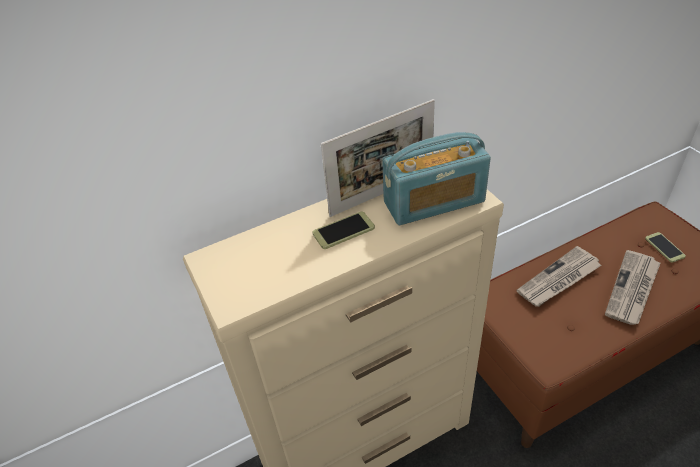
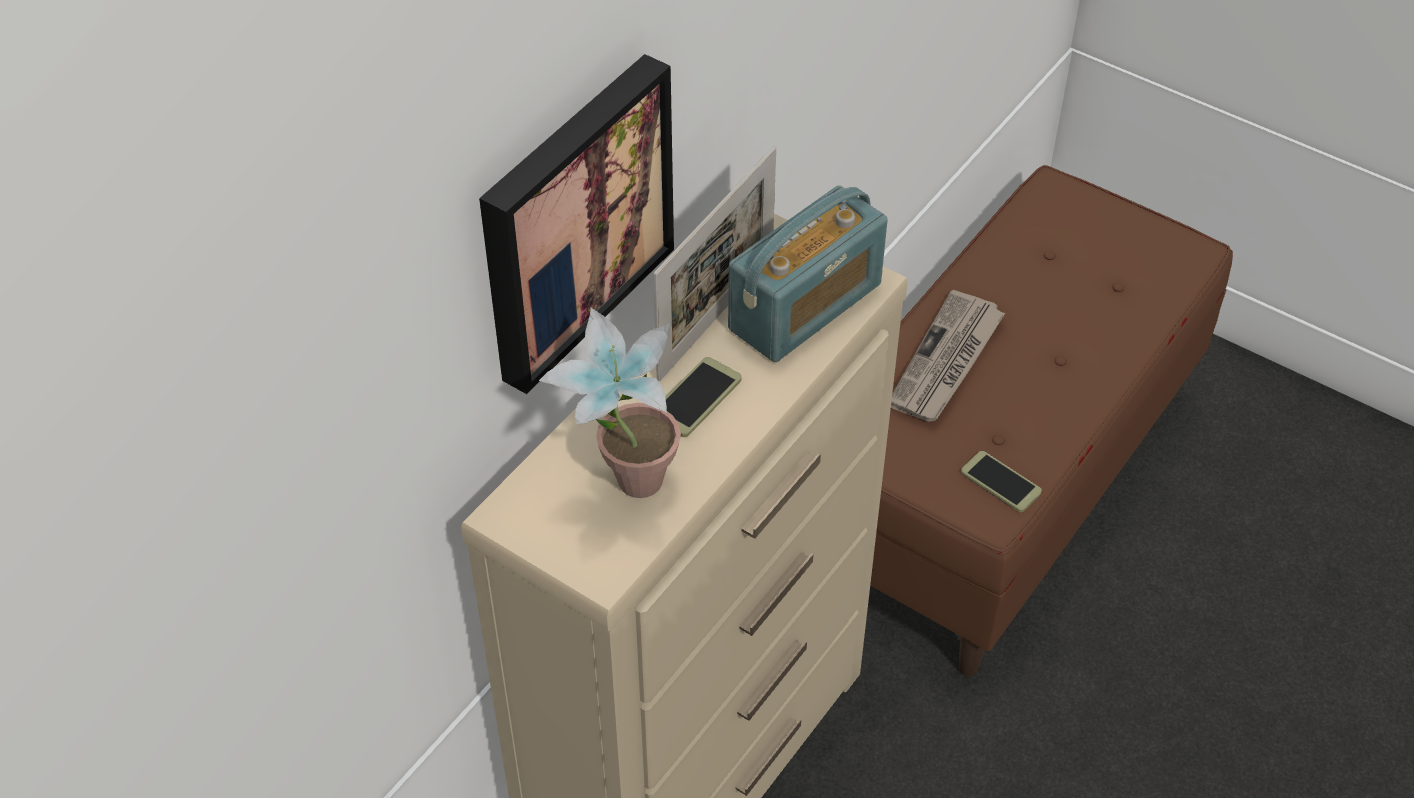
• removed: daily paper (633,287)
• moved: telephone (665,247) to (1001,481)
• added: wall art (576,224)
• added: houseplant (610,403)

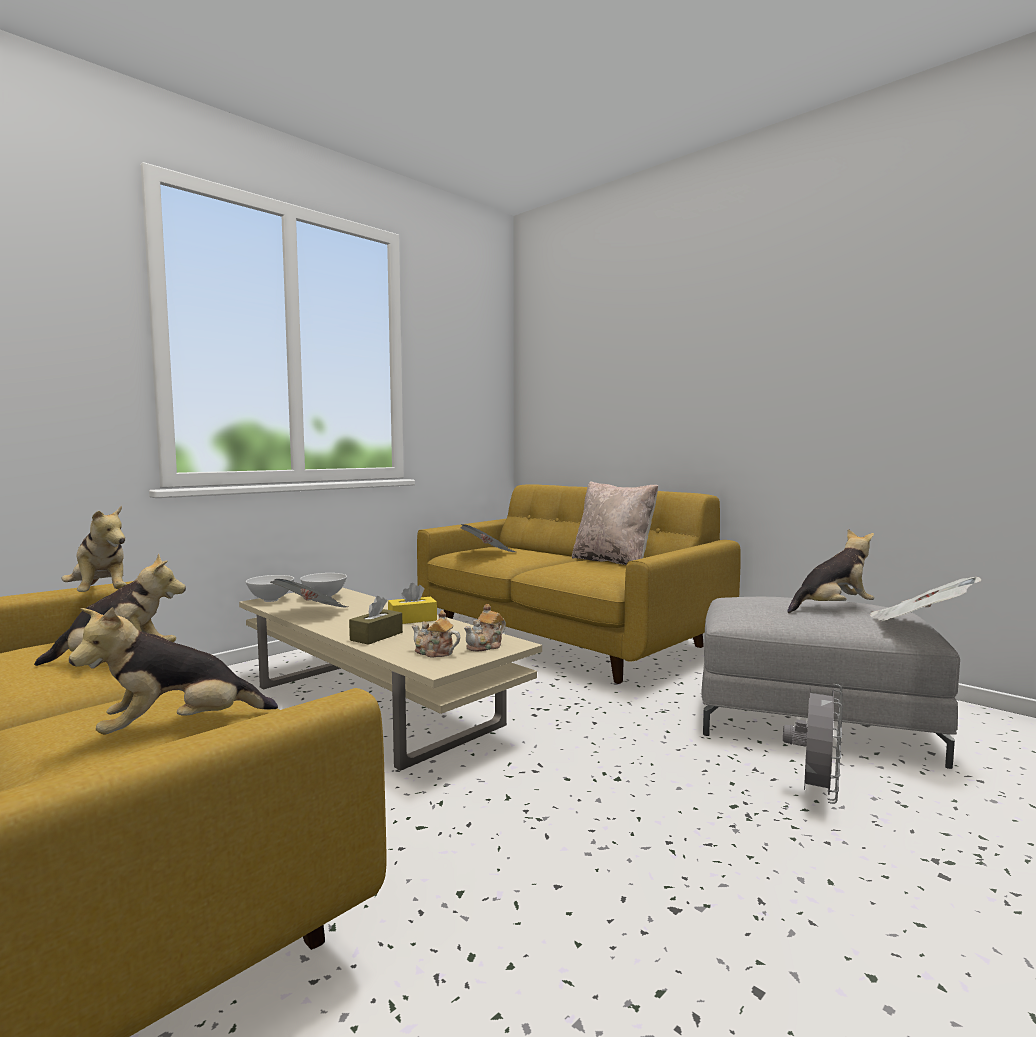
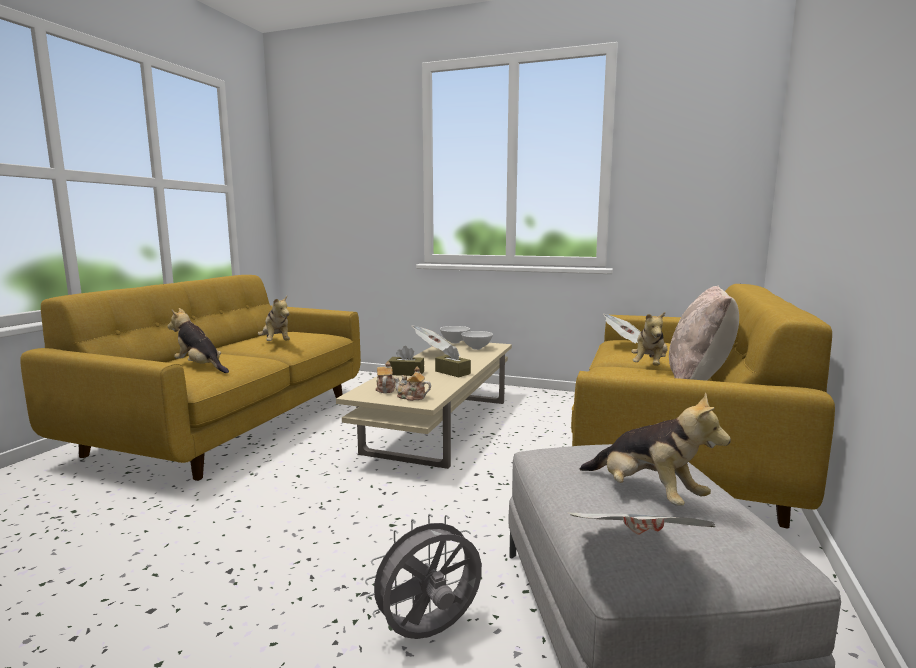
• moved: soft toy (94,548) to (649,339)
• recoloured: yellow tissue box (412,603) to brown-coloured tissue box (453,361)
• turned: grey fan (813,744) = (423,576) 150 degrees clockwise

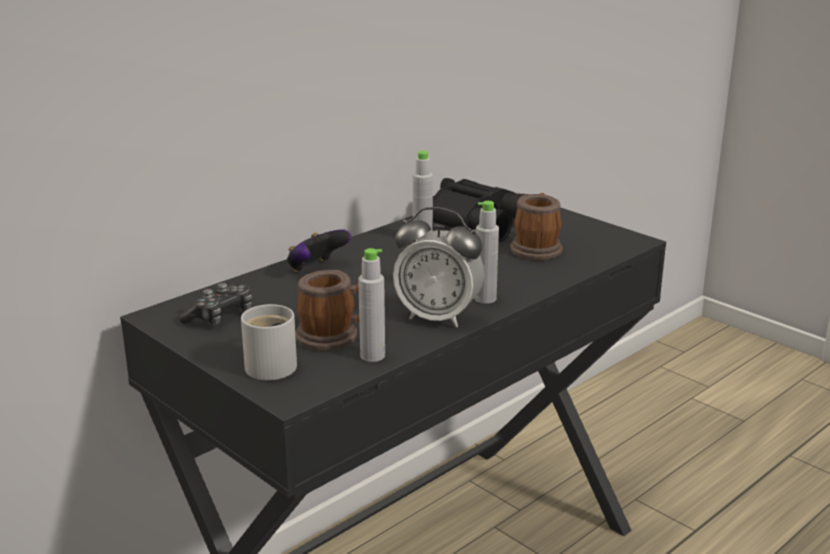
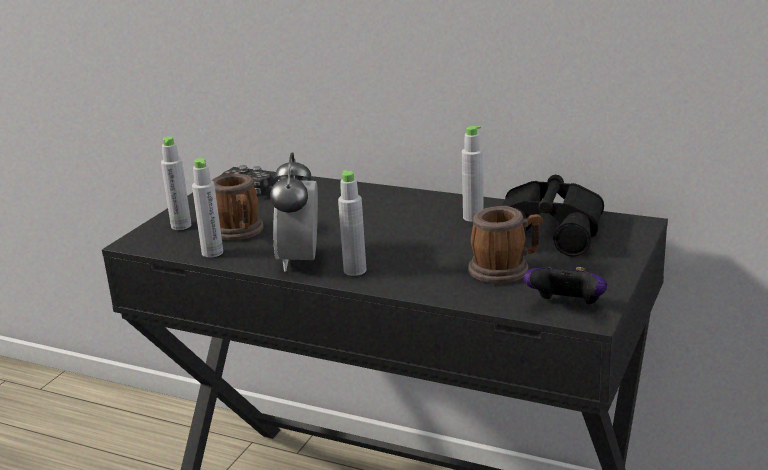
• replaced: whitish coffee mug (269,342) to grey bottle (176,183)
• moved: joypad (319,250) to (565,286)

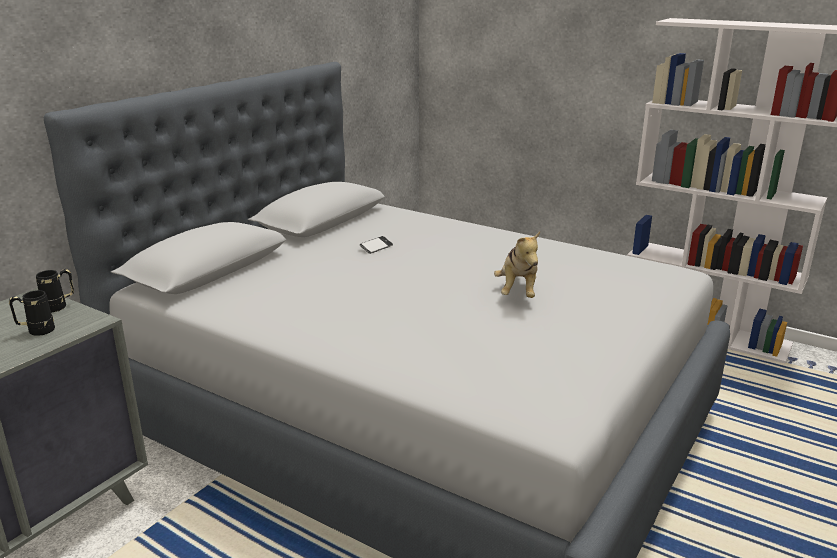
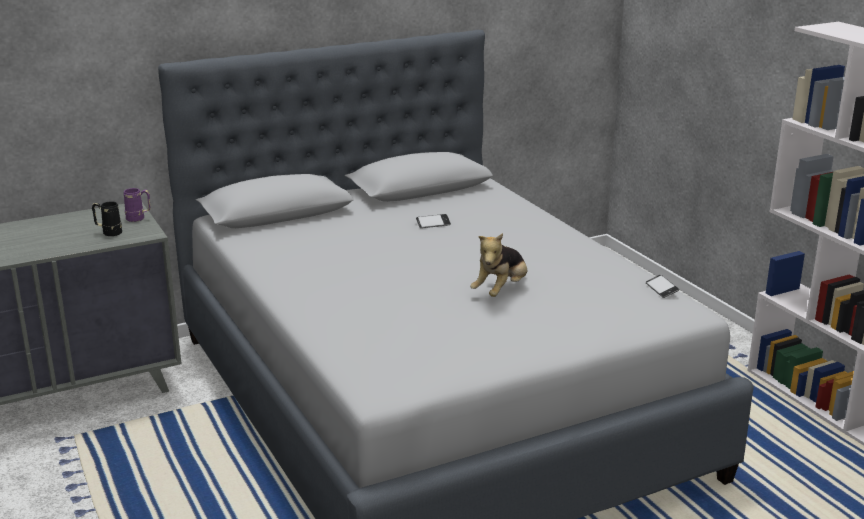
• recoloured: blackish coffee mug (55,290) to purple coffee mug (137,205)
• added: telephone (662,286)

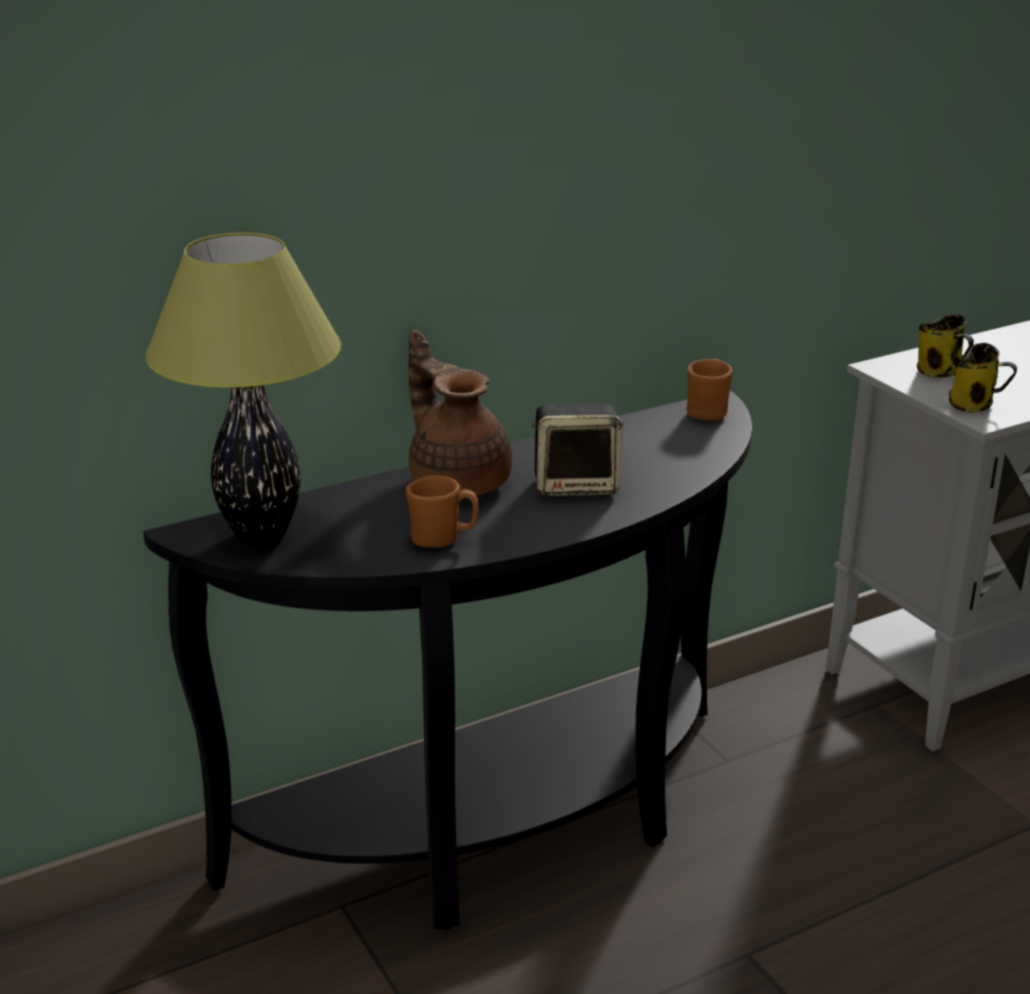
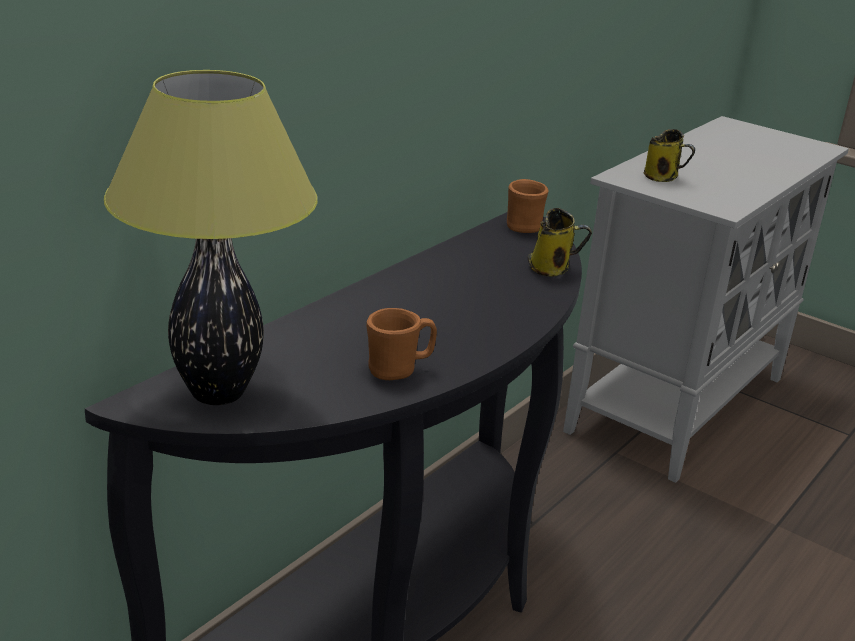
• removed: brown-coloured teapot (460,413)
• removed: speaker (578,450)
• moved: coffee mug (983,378) to (560,242)

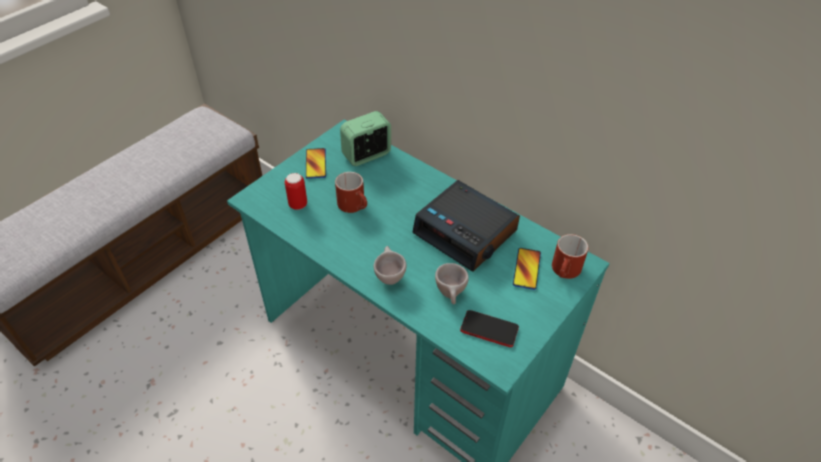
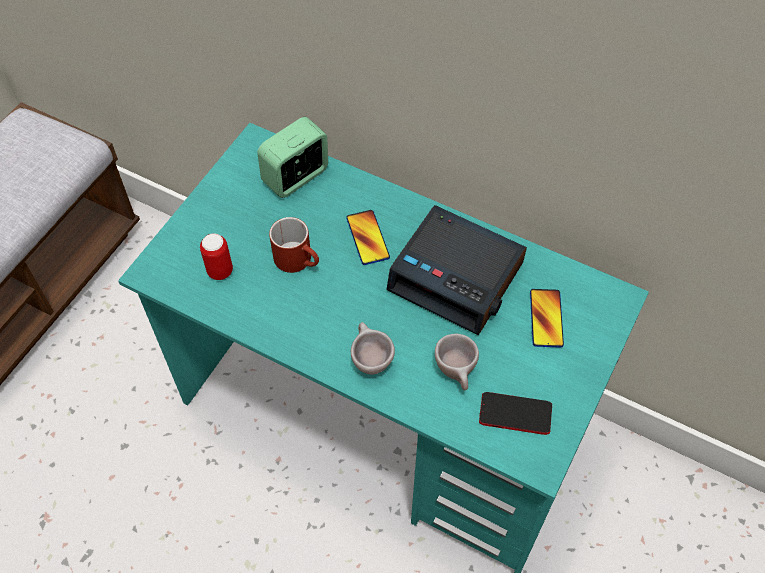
• moved: telephone (316,163) to (368,237)
• removed: reddish coffee mug (570,256)

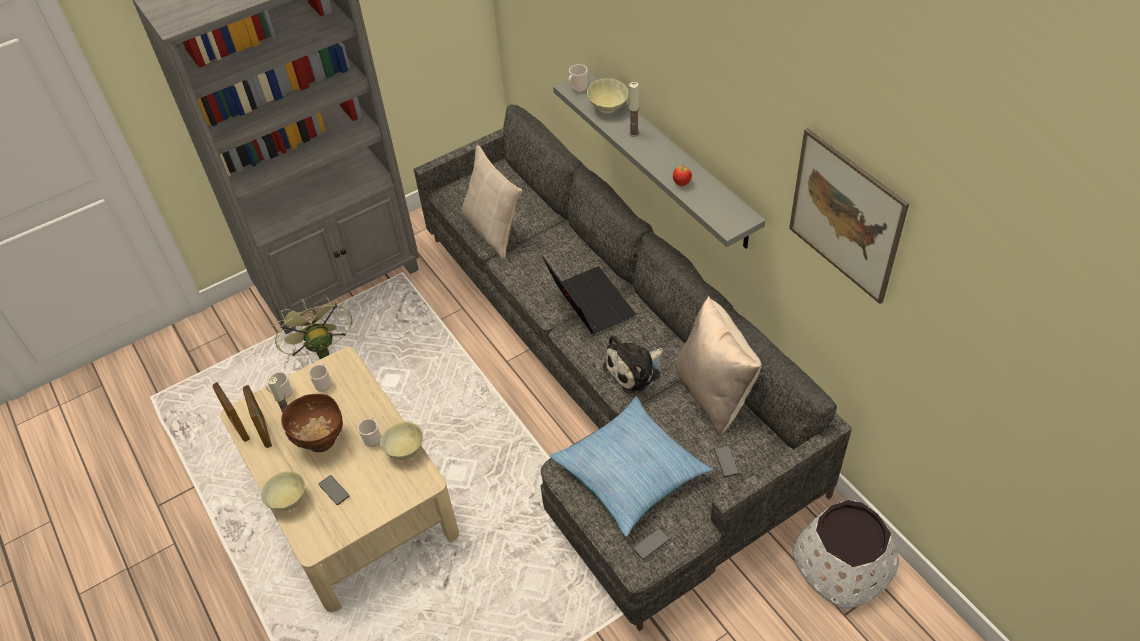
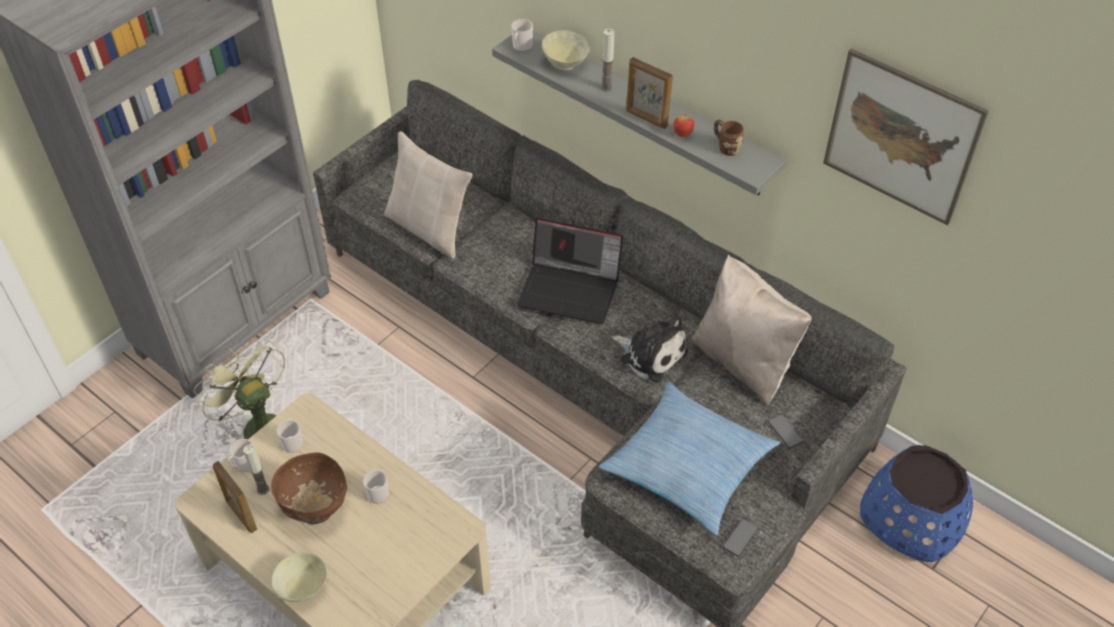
• moved: picture frame (231,412) to (649,93)
• removed: telephone (334,490)
• removed: beige-coloured deep dish (401,441)
• turned: notebook computer (589,295) = (570,271) 150 degrees clockwise
• turned: soft toy (633,364) = (650,348) 90 degrees counterclockwise
• recoloured: whitish plant pot (845,554) to blue-coloured plant pot (916,503)
• added: brown-coloured coffee mug (729,138)

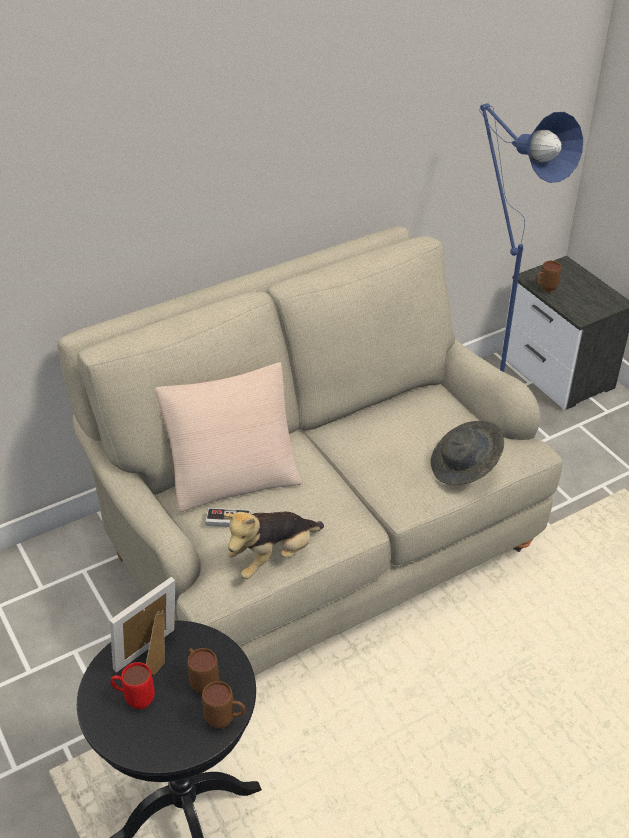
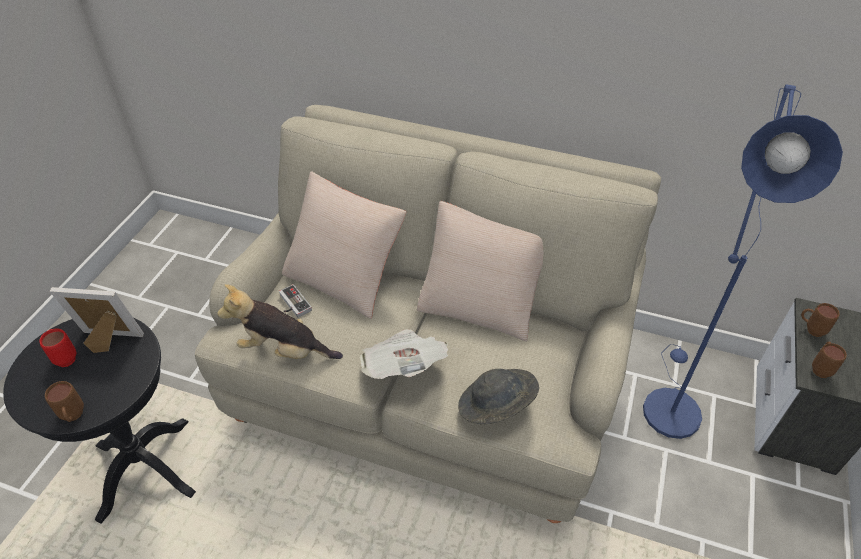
• moved: brown-coloured coffee mug (203,671) to (829,360)
• added: daily paper (404,354)
• added: beige-coloured cushion (480,271)

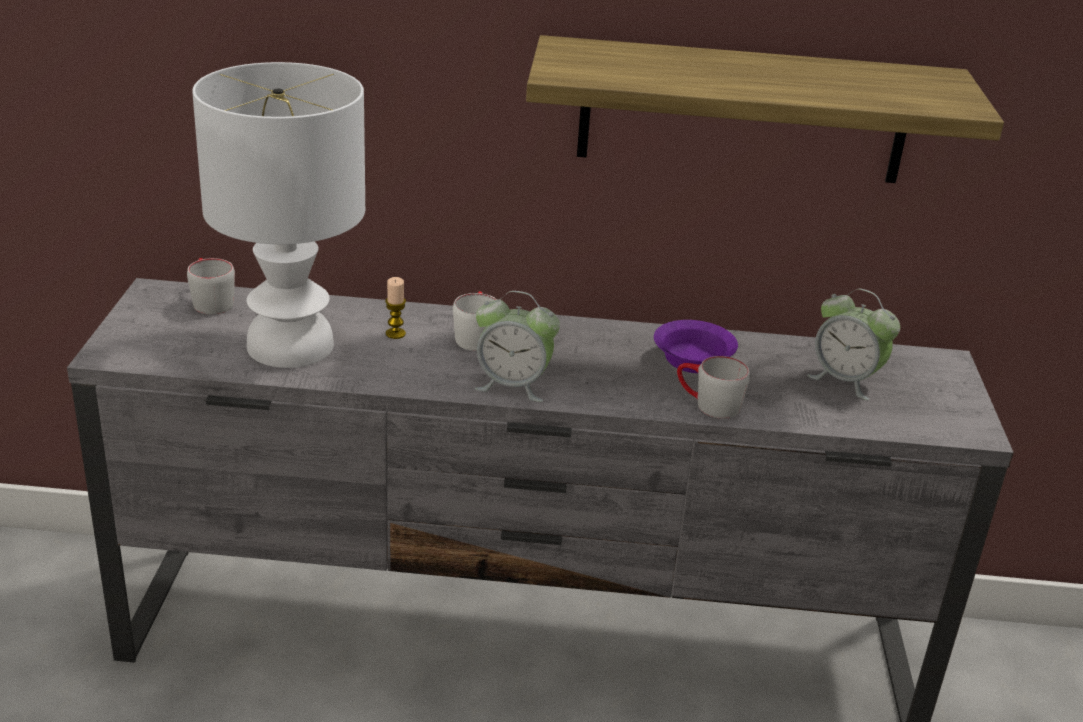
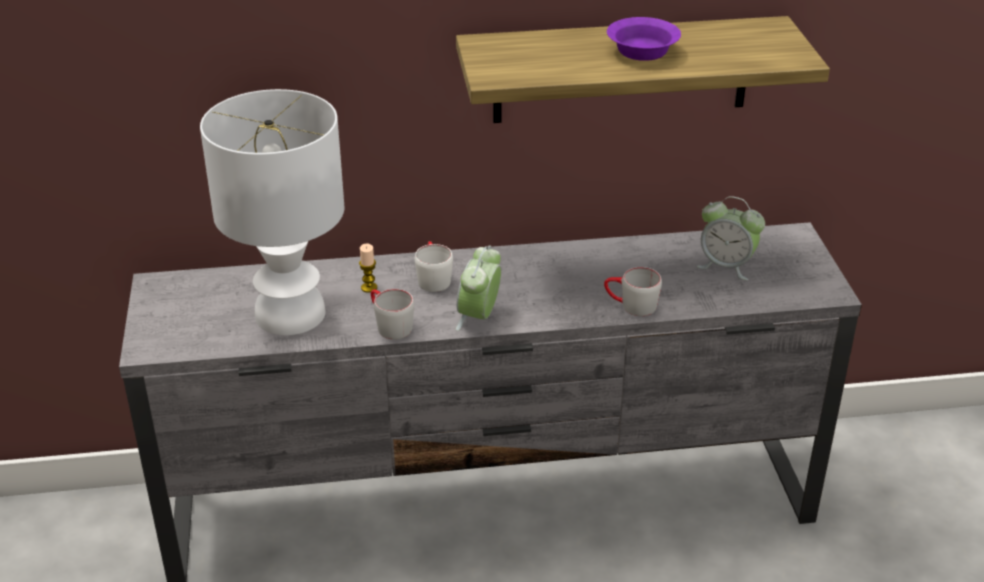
• moved: grey coffee mug (211,286) to (392,314)
• turned: bedside clock (517,346) = (478,288) 105 degrees clockwise
• moved: purple deep dish (696,346) to (644,39)

